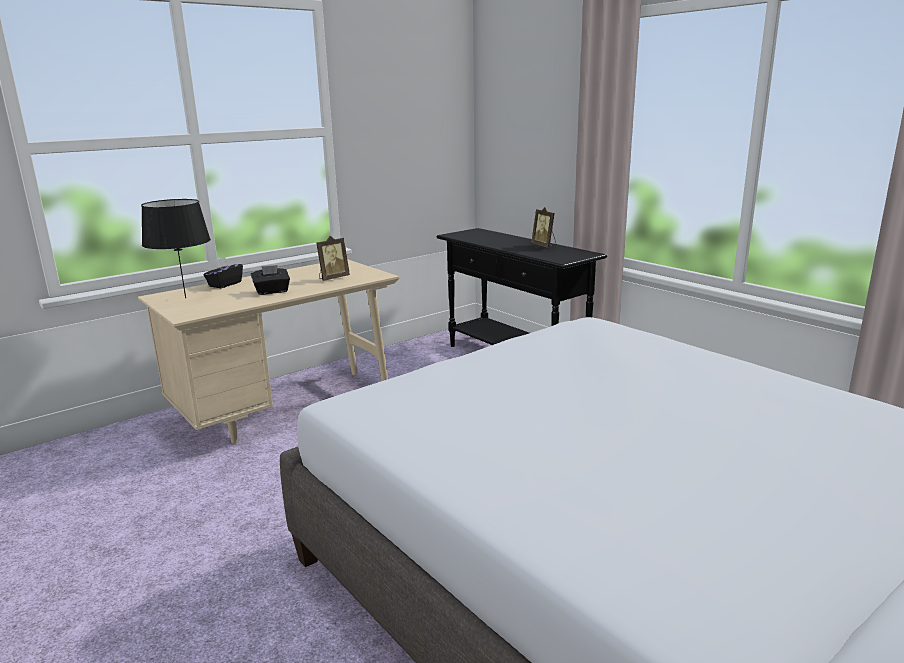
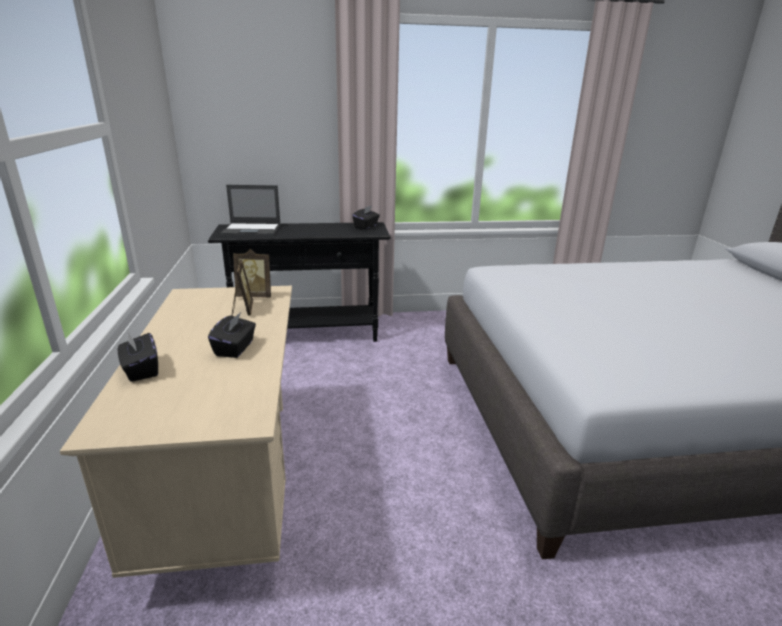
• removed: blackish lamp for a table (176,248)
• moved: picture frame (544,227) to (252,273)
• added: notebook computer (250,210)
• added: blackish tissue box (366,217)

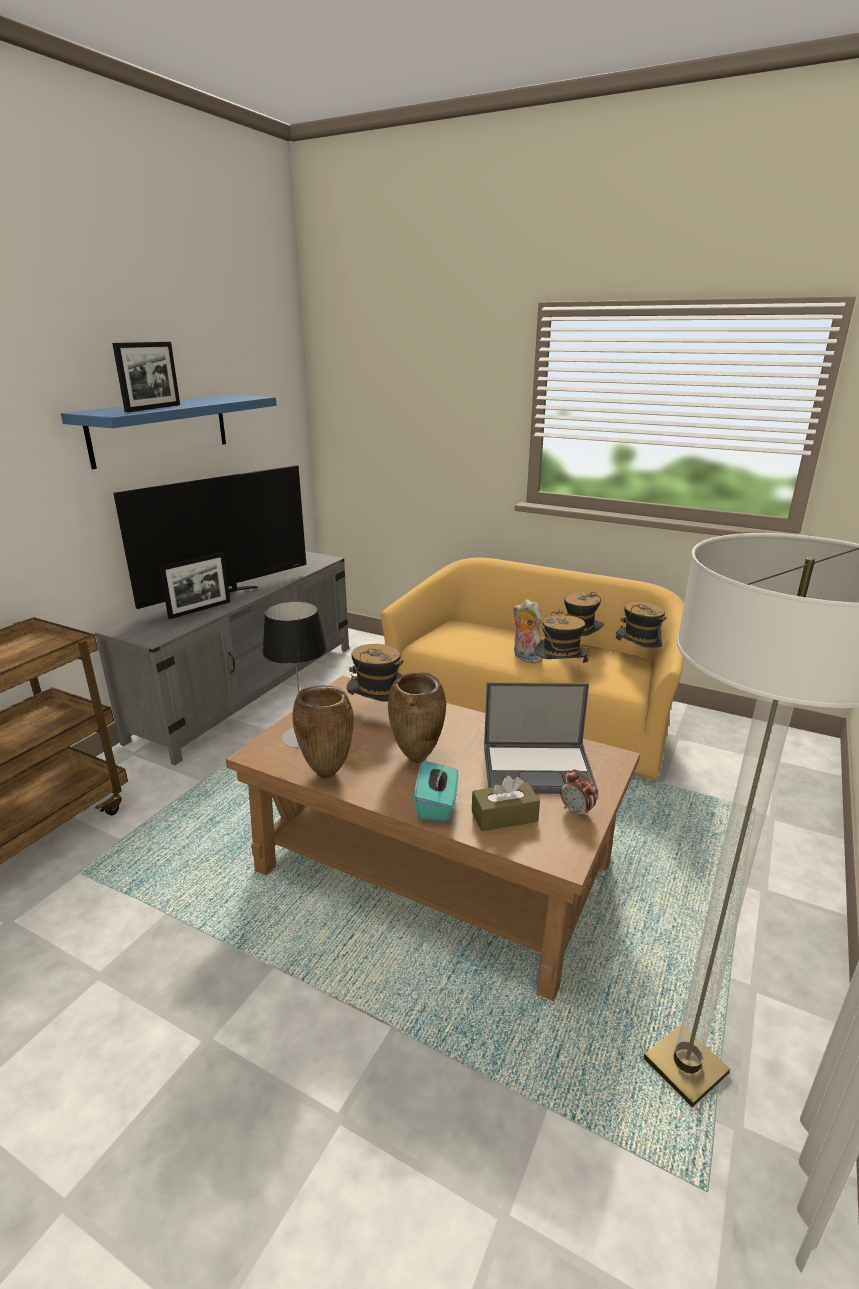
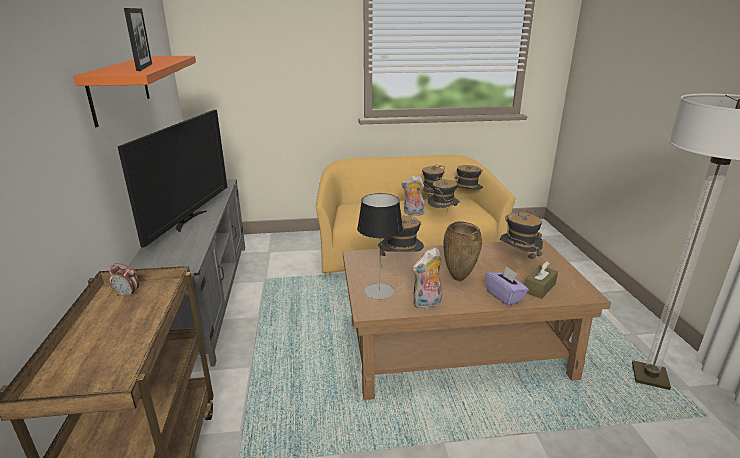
• recoloured: blue-coloured shelf (169,432) to orange shelf (134,91)
• removed: picture frame (194,585)
• replaced: brown-coloured vase (323,732) to soft toy (427,278)
• recoloured: turquoise tissue box (436,791) to purple tissue box (507,286)
• replaced: notebook computer (541,738) to wearable hat (521,237)
• moved: bedside clock (578,794) to (124,280)

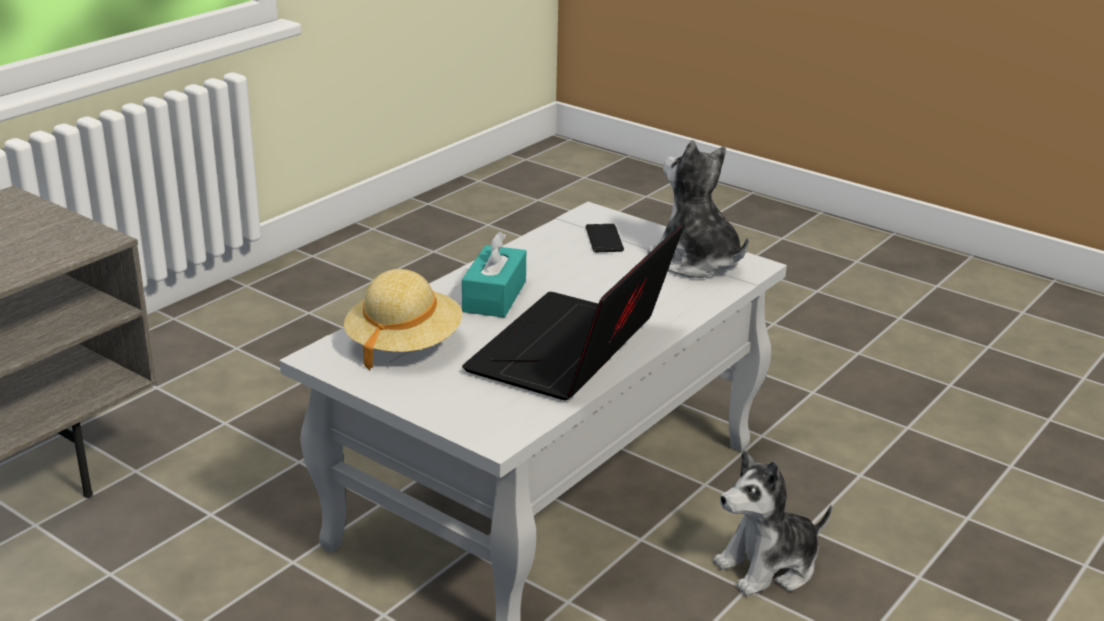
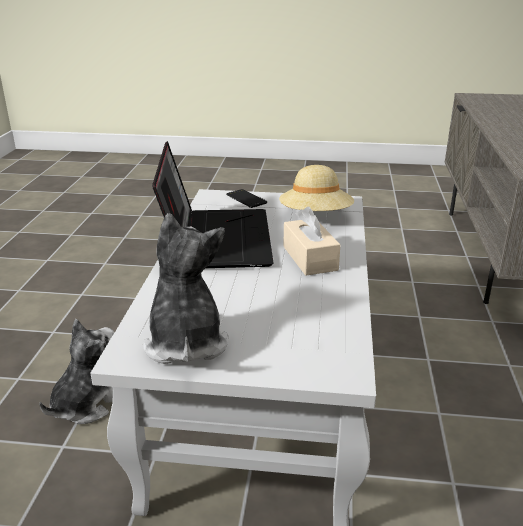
• recoloured: turquoise tissue box (494,275) to beige-coloured tissue box (311,241)
• moved: telephone (605,238) to (246,198)
• turned: soft toy (698,209) = (186,288) 120 degrees counterclockwise

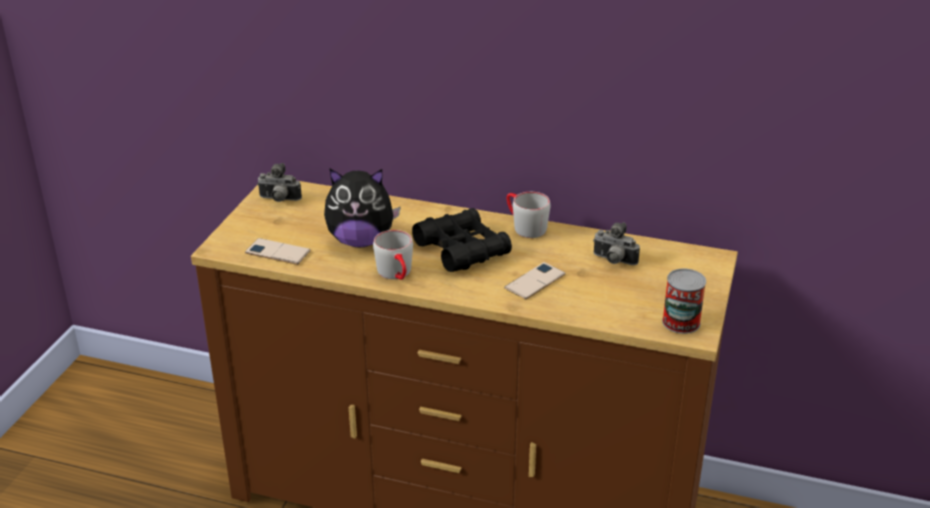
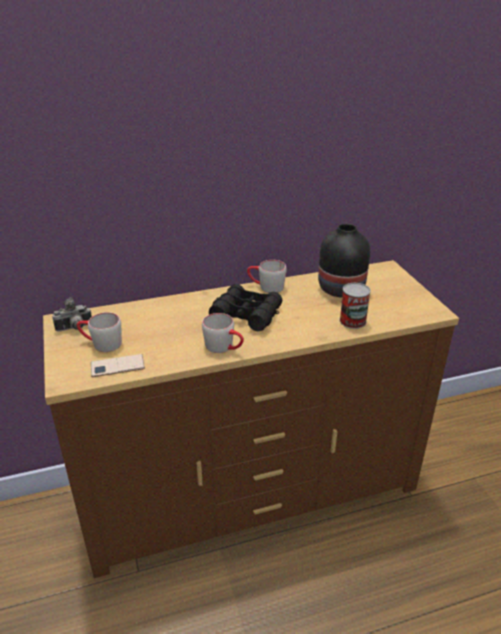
• removed: soft toy (362,208)
• removed: telephone (535,281)
• replaced: photo camera (616,243) to blackish vase (344,261)
• moved: can (684,301) to (355,306)
• added: grey coffee mug (99,332)

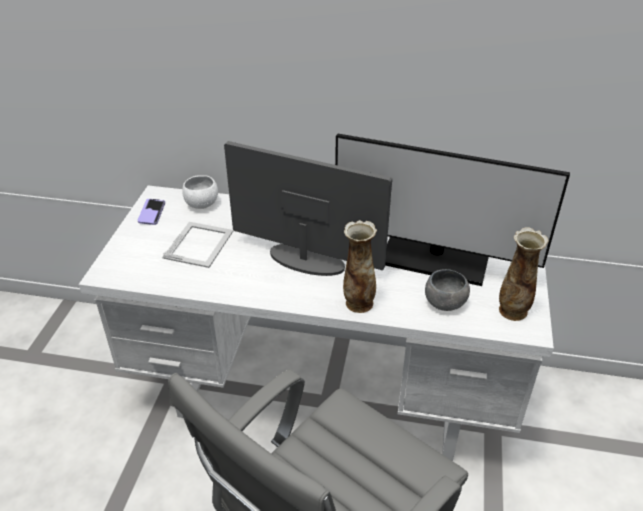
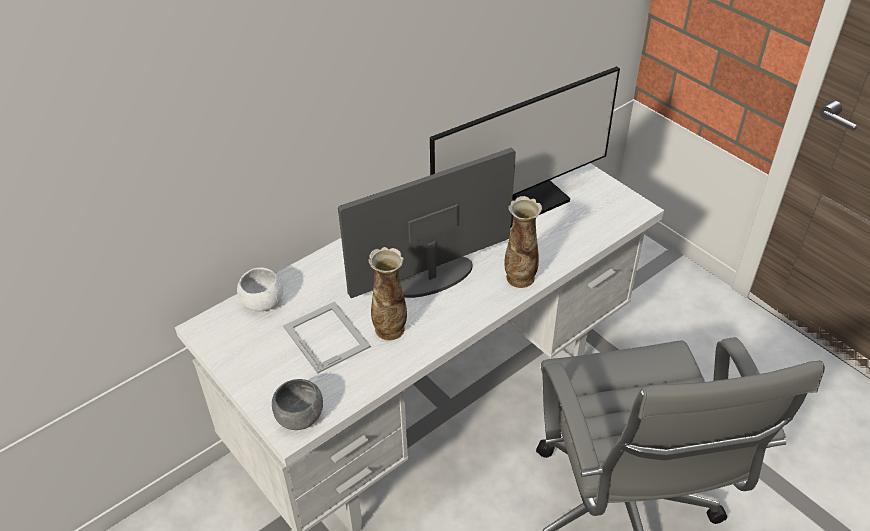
• removed: telephone (151,211)
• moved: grey deep dish (447,290) to (297,404)
• moved: vase (524,274) to (387,294)

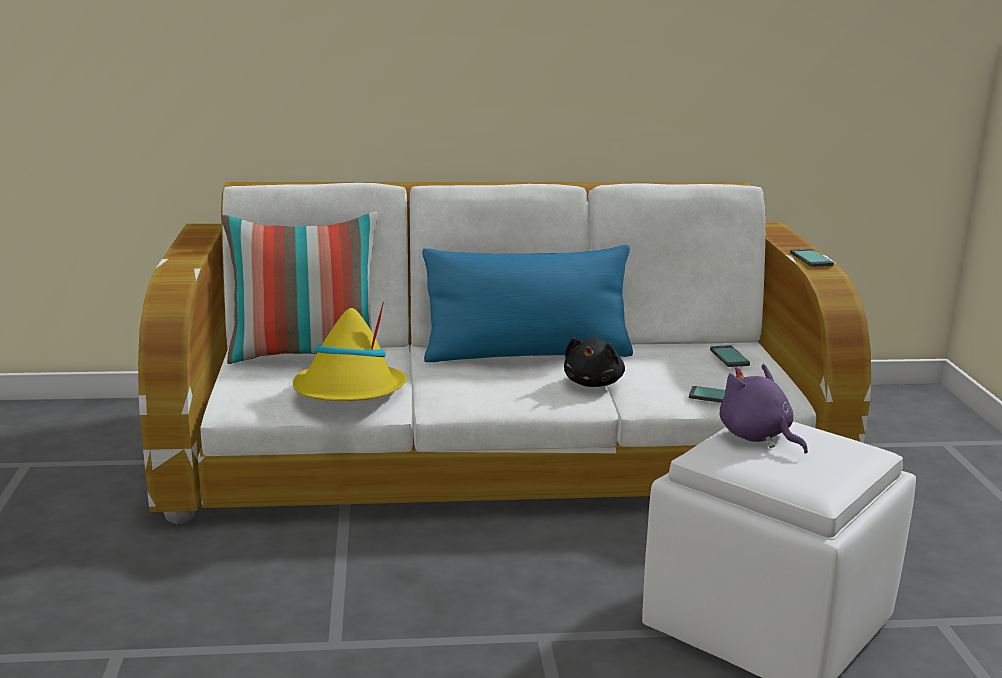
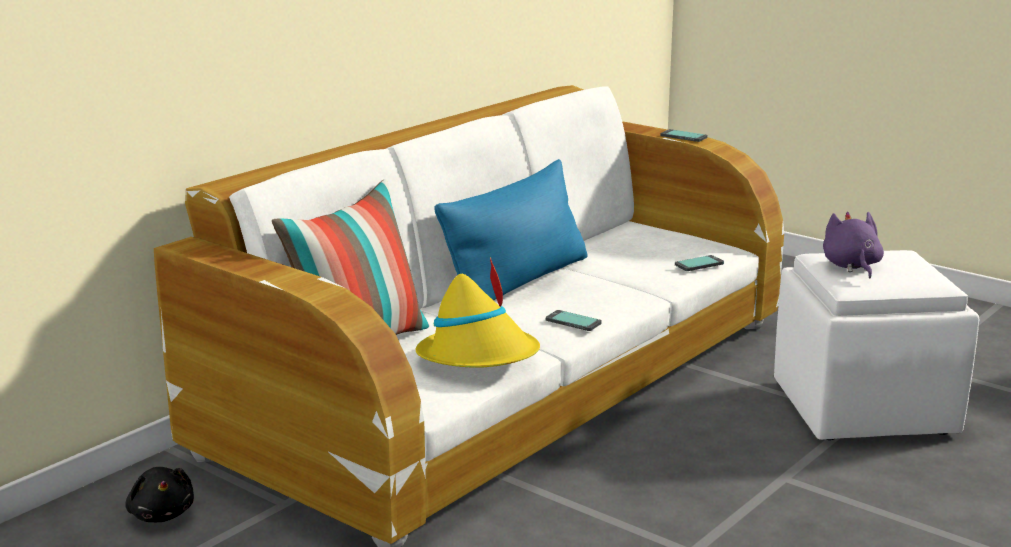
• moved: blackish soft toy (594,362) to (159,494)
• moved: telephone (730,356) to (574,320)
• turned: purple soft toy (764,409) = (853,244) 75 degrees clockwise

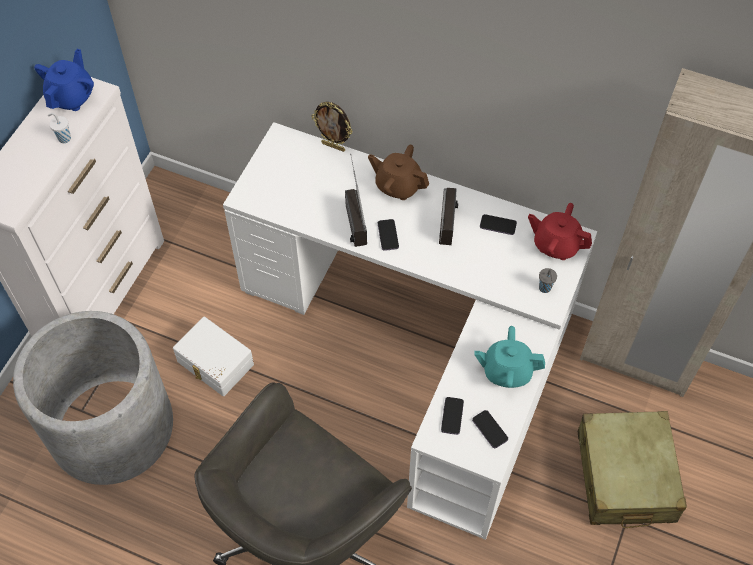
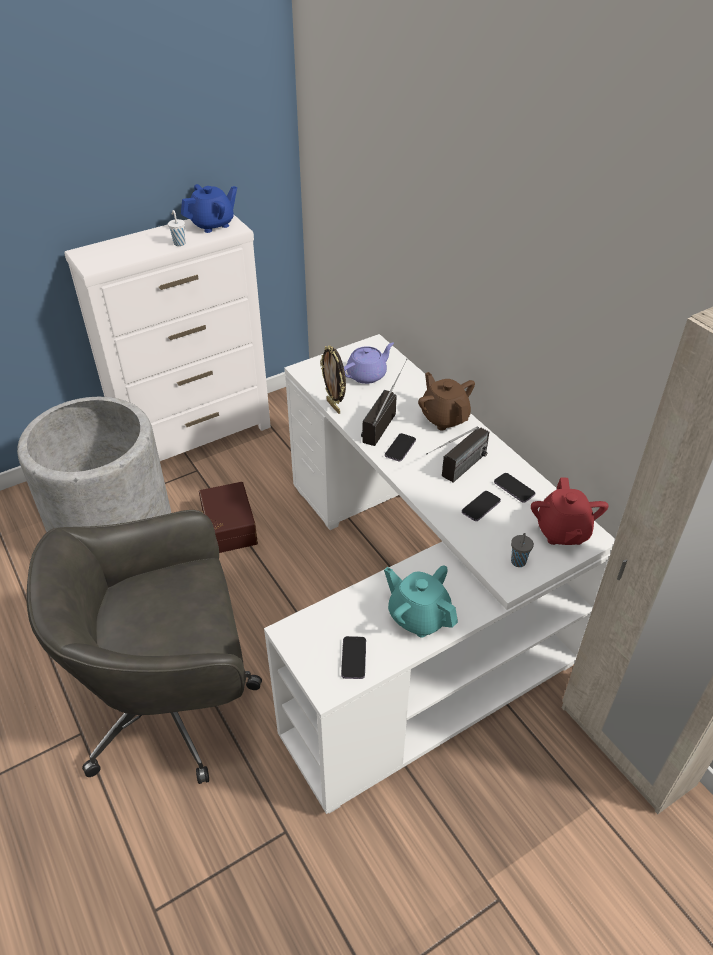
• recoloured: whitish storage box (213,356) to brown-coloured storage box (228,517)
• moved: picture frame (332,127) to (333,380)
• moved: telephone (452,416) to (481,506)
• turned: reddish teapot (560,231) = (570,511) 150 degrees counterclockwise
• removed: beige-coloured suitcase (632,469)
• added: purple teapot (369,363)

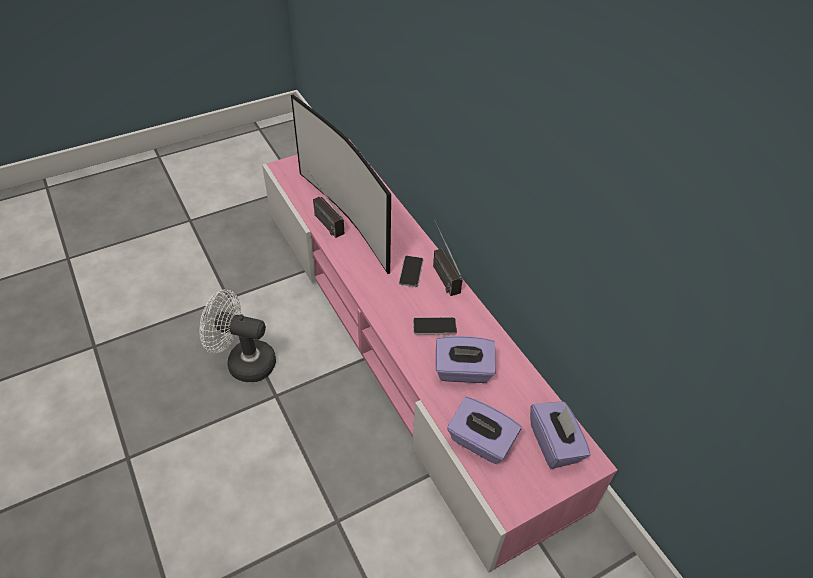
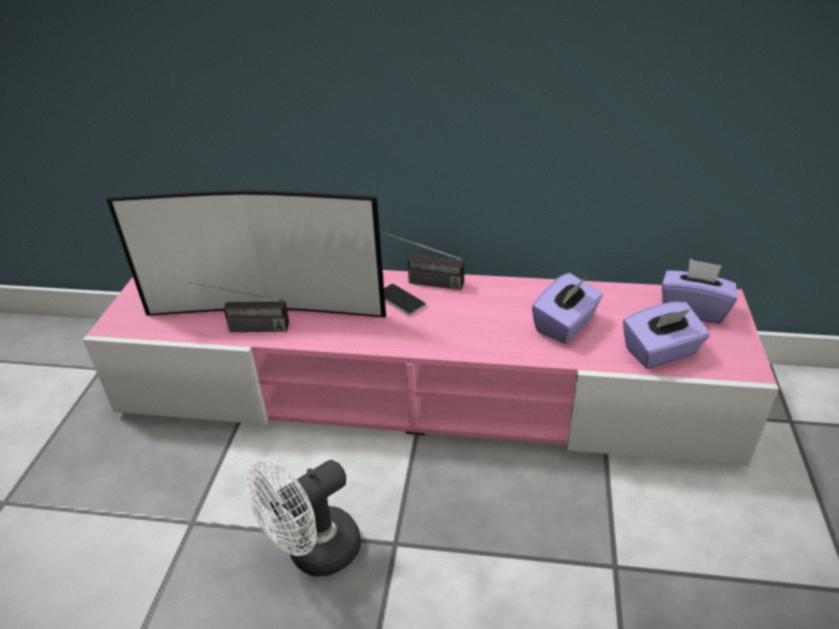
• removed: telephone (435,326)

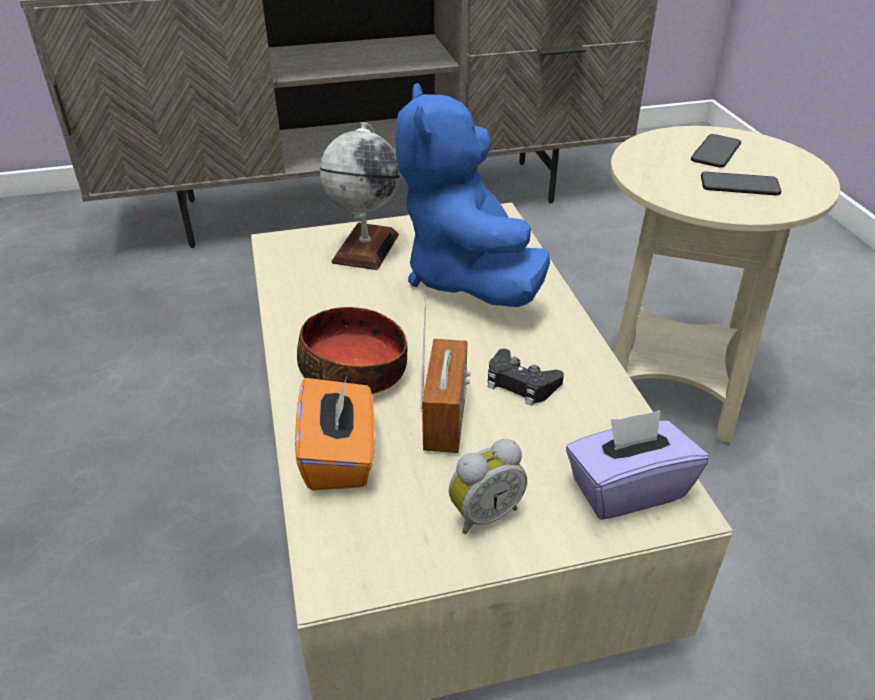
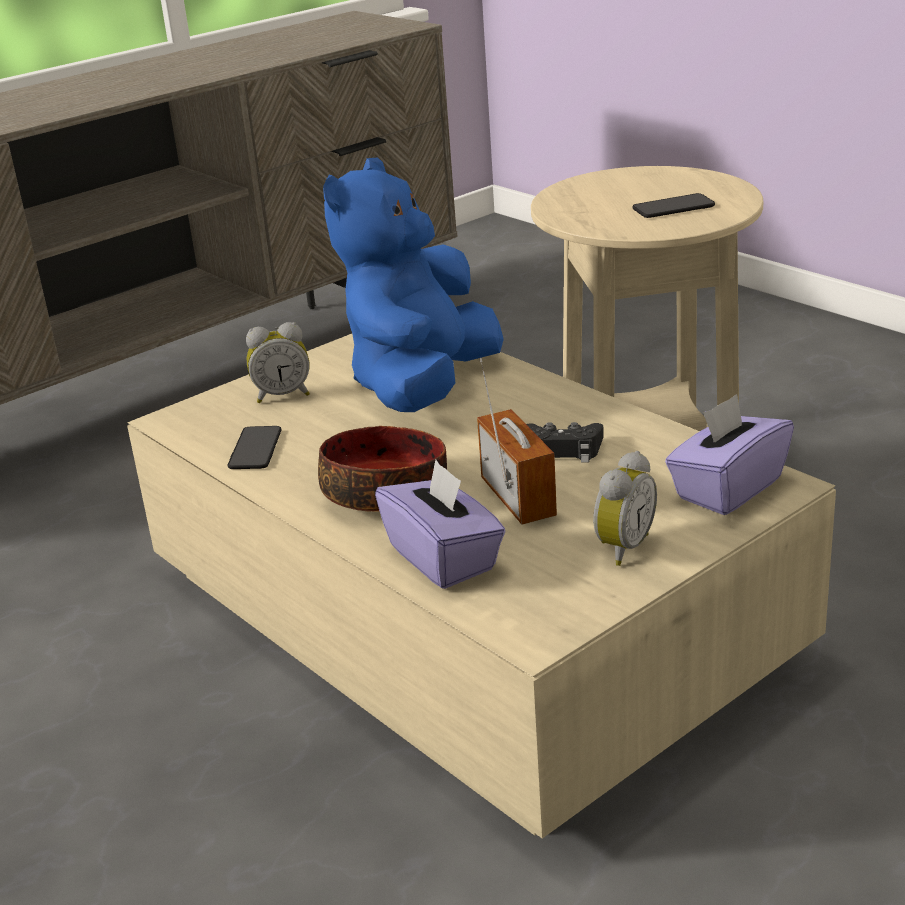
• recoloured: orange tissue box (335,433) to purple tissue box (440,524)
• replaced: desk globe (360,196) to bedside clock (278,362)
• turned: blue-coloured soft toy (472,195) = (413,284) 60 degrees clockwise
• moved: telephone (716,151) to (255,447)

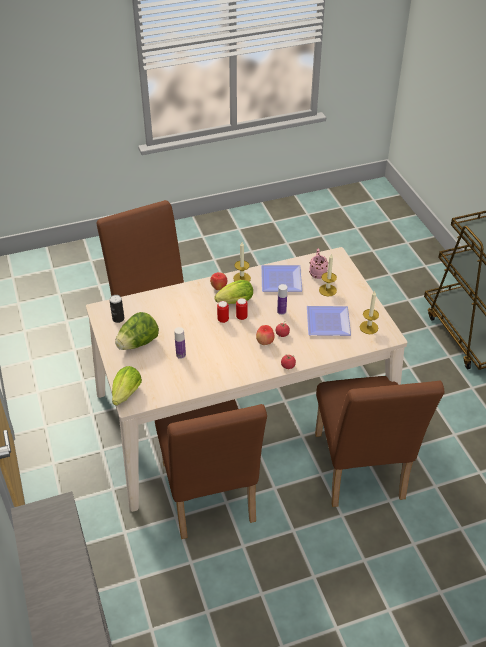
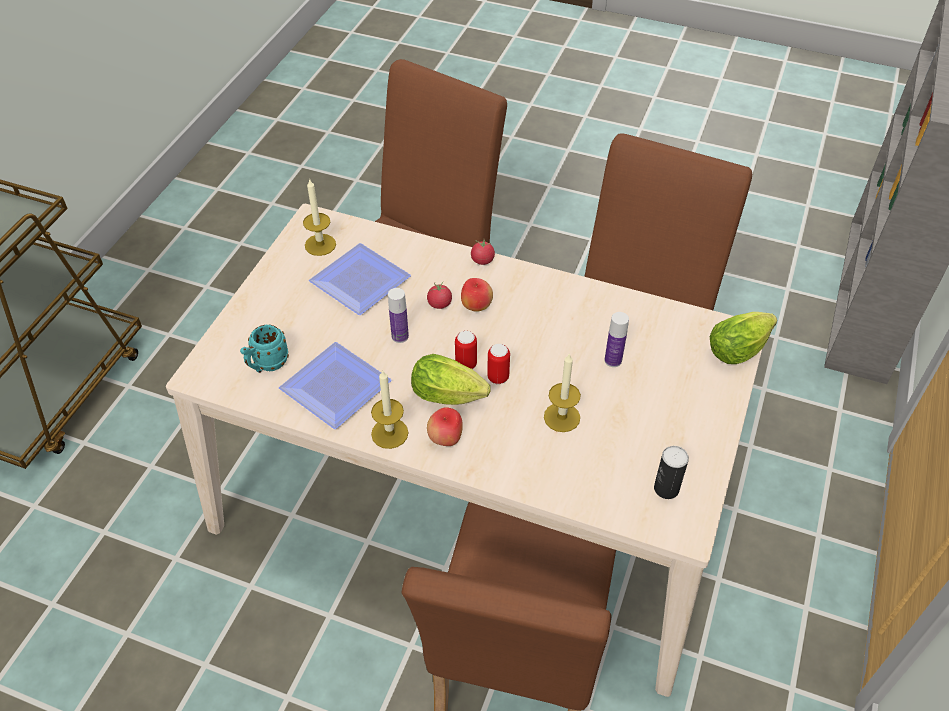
• removed: head of lettuce (137,331)
• recoloured: pink coffee mug (318,263) to turquoise coffee mug (264,349)
• moved: wax candle (328,274) to (562,392)

